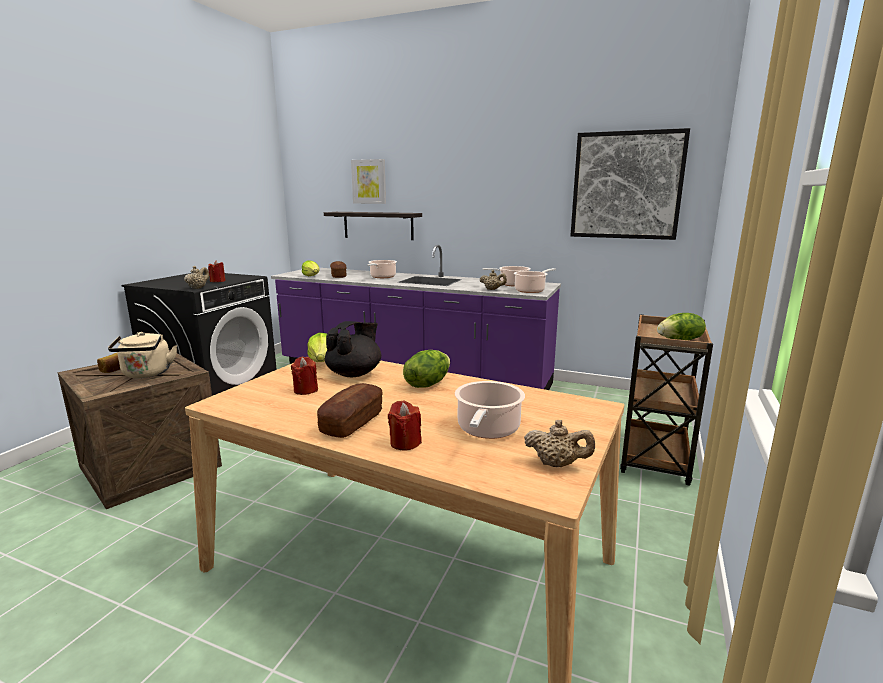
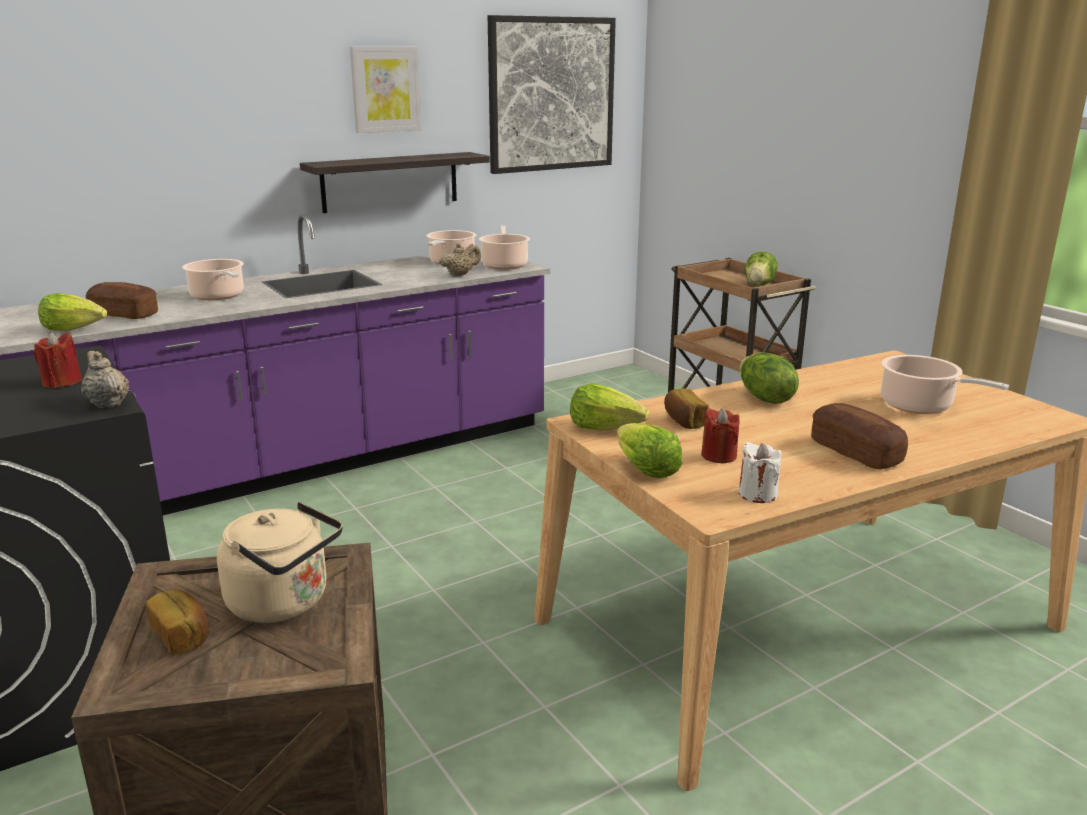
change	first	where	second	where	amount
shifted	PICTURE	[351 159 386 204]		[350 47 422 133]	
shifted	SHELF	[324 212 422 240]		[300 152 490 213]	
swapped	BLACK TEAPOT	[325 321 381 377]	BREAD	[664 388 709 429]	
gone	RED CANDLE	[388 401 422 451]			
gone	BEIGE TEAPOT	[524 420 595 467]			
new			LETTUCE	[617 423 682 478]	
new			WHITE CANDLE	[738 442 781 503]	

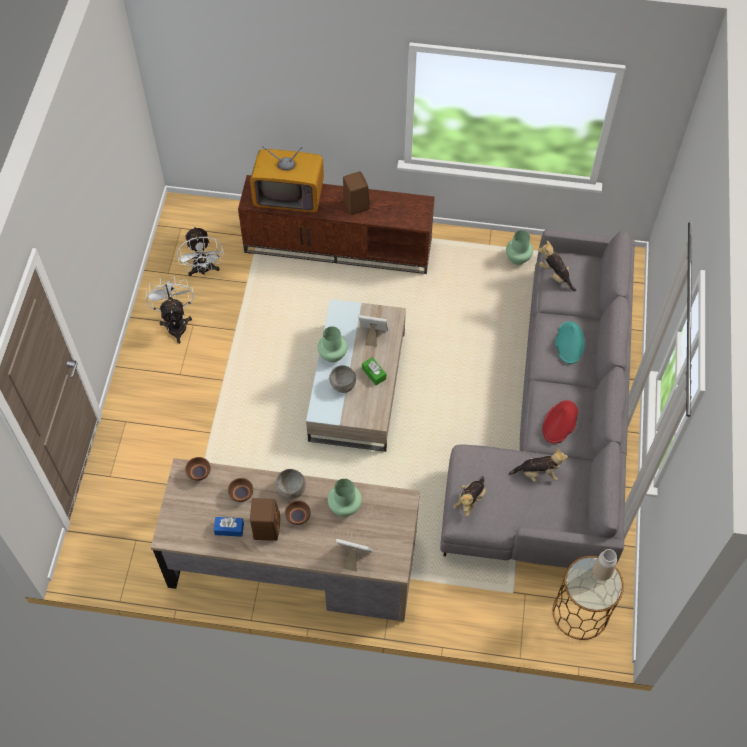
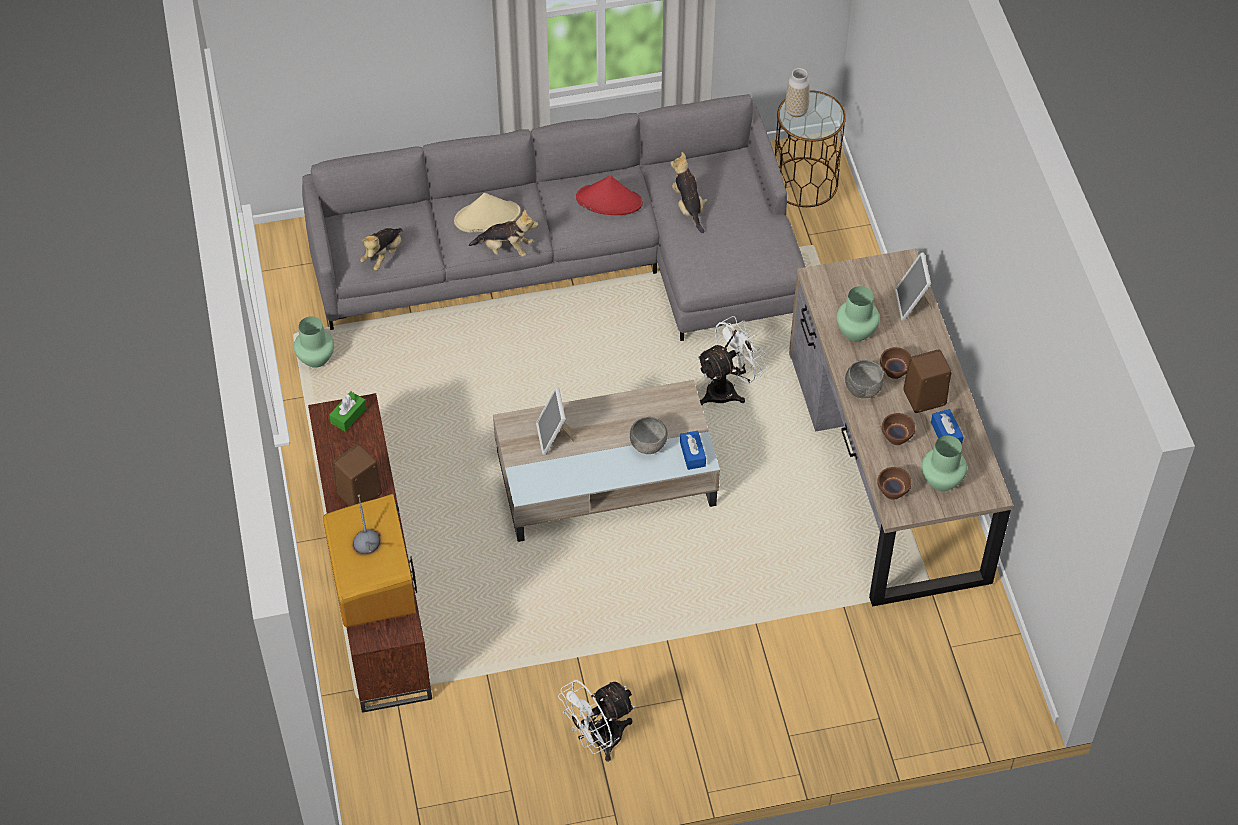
change	first	where	second	where	amount
shifted	WHITE FAN	[177 226 224 276]		[696 316 767 406]	
repainted	TURQUOISE HAT	[555 321 585 364]	BEIGE HAT	[454 193 521 233]	
shifted	GREEN VASE	[318 327 347 362]		[922 435 967 491]	
shifted	GREEN TISSUE BOX	[362 357 386 385]		[329 391 367 432]	
shifted	PLUSH TOY	[453 476 486 517]		[469 209 538 257]	
new			BLUE TISSUE BOX	[680 431 706 470]	

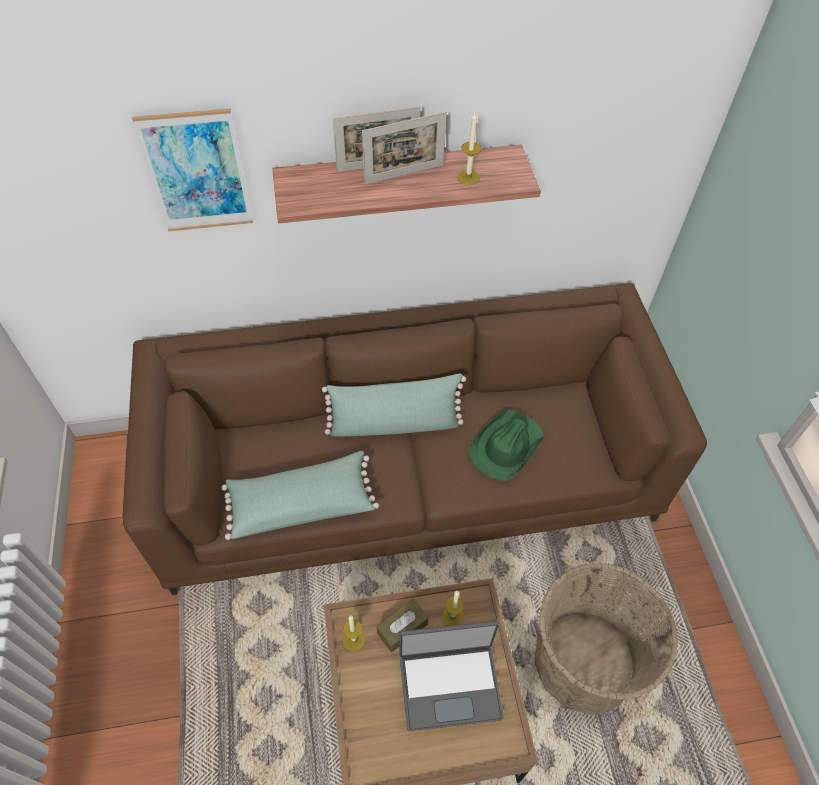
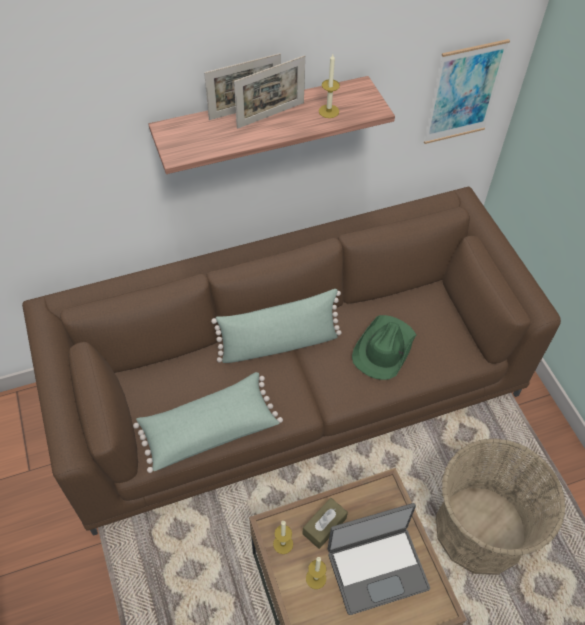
change	first	where	second	where	amount
shifted	PICTURE	[132 109 253 231]		[424 39 510 144]	
shifted	CANDLE	[442 591 464 626]		[306 557 326 589]	

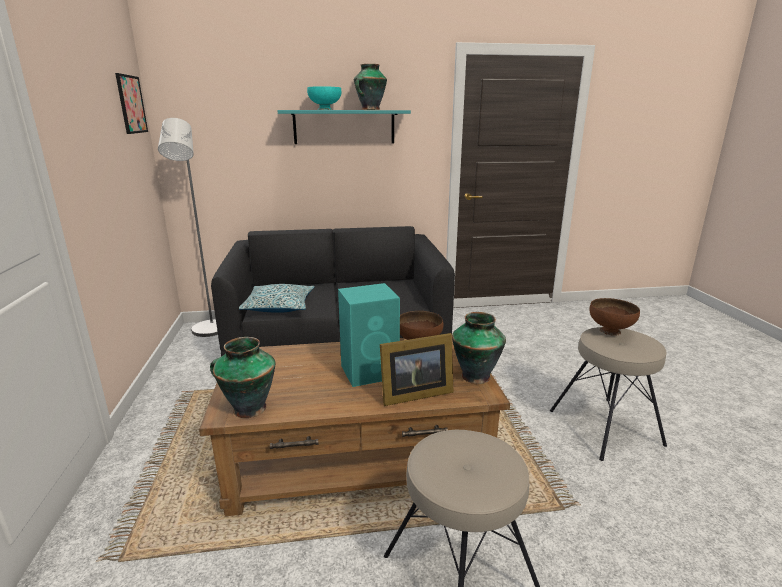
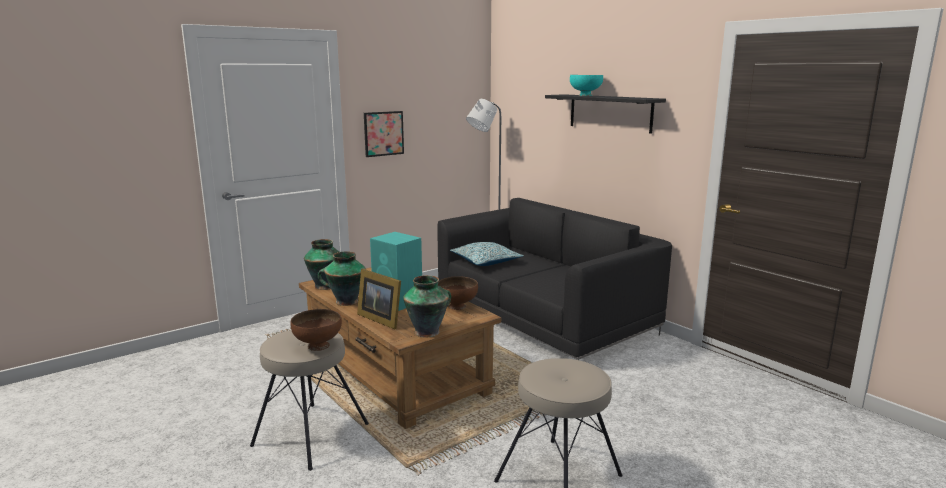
change	first	where	second	where	amount
shifted	VASE	[354 64 387 110]		[318 251 366 306]	
shifted	PICTURE	[115 73 148 134]		[364 111 404 157]	
repainted	TURQUOISE SHELF	[277 110 411 144]	BLACK SHELF	[545 94 666 134]	
shifted	BROWN BOWL	[590 298 640 336]		[290 309 342 351]	

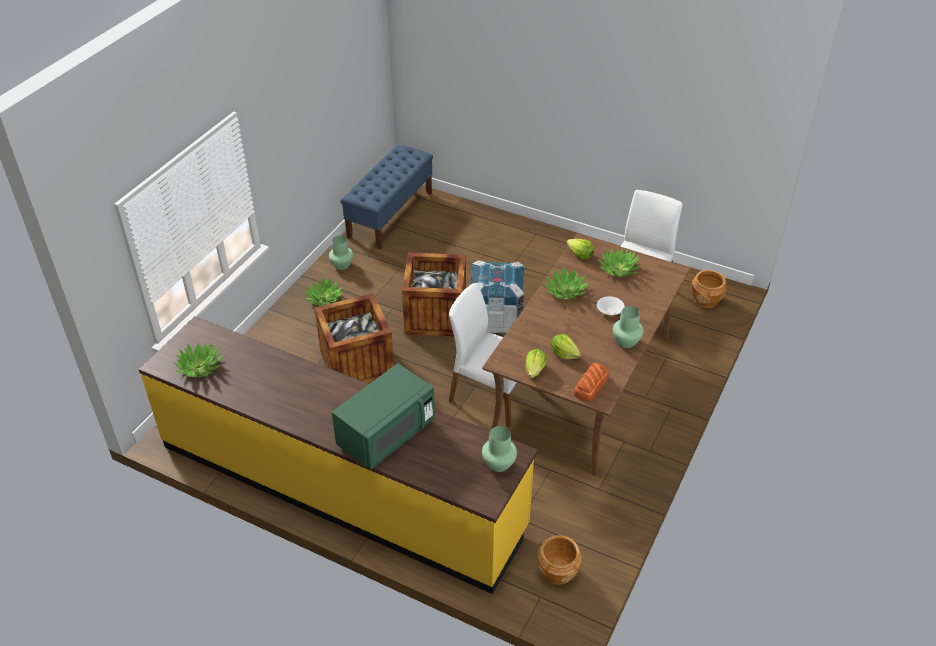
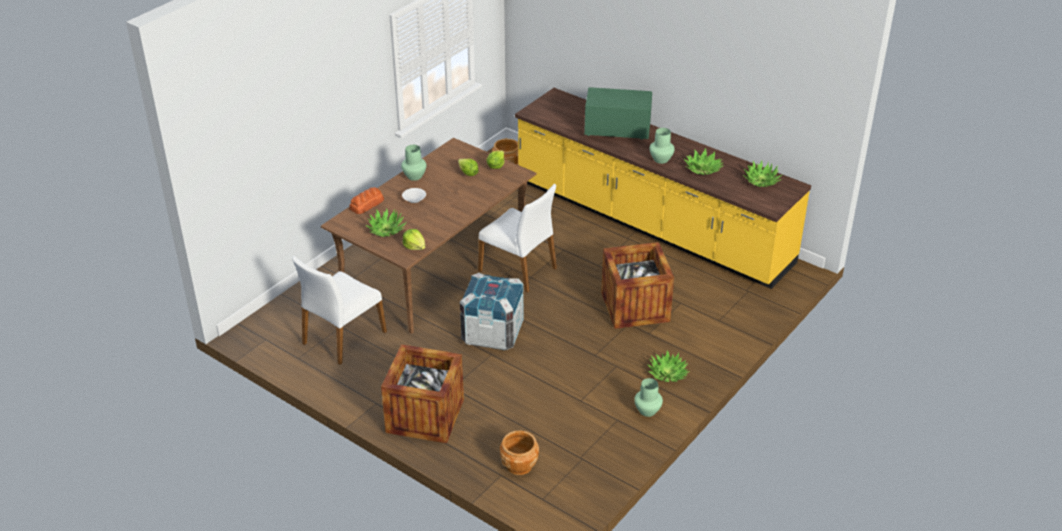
change	first	where	second	where	amount
gone	BLUE BENCH	[341 145 433 249]			
shifted	CRATE	[402 253 466 337]		[381 344 464 443]	
shifted	POTTED PLANT	[543 266 589 299]		[684 148 724 175]	
shifted	BROWN PLANTER	[691 270 727 308]		[500 430 539 475]	
rotated	GREEN MICROWAVE	[332 363 435 469]		[584 87 652 140]	45 degrees clockwise
shifted	BREAD	[573 363 609 402]		[349 187 384 214]	
shifted	GREEN VASE	[482 426 517 472]		[650 128 675 164]	

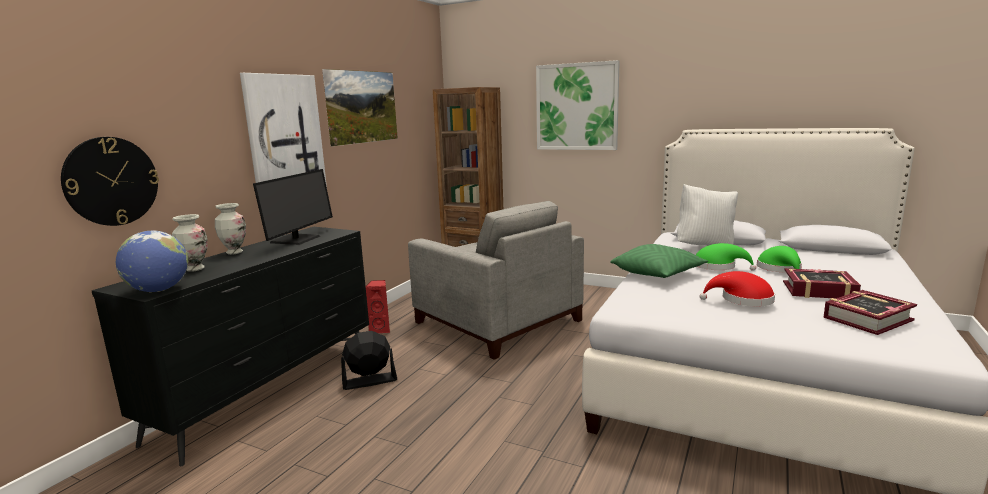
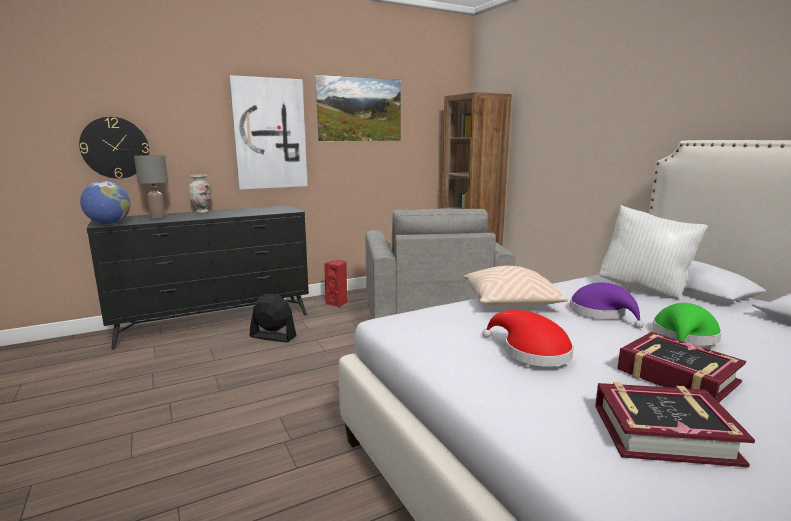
change	first	where	second	where	amount
gone	PICTURE	[536 60 620 150]			
gone	MONITOR	[253 169 333 245]			
swapped	VASE	[172 214 208 272]	GREY TABLE LAMP	[134 155 168 218]	
repainted	GREEN HAT	[696 243 756 271]	PURPLE HAT	[570 283 644 329]	
repainted	GREEN PILLOW	[610 244 708 278]	BEIGE PILLOW	[463 266 569 305]	

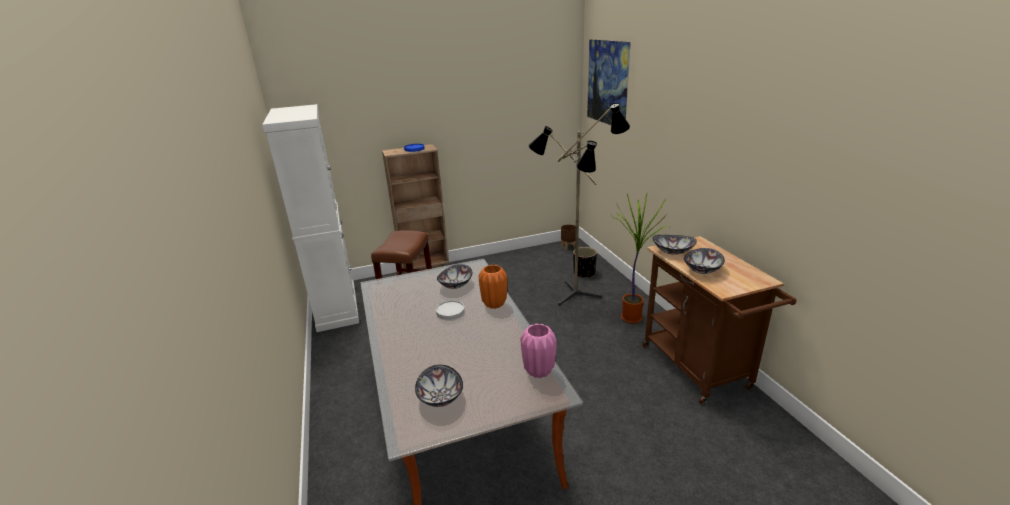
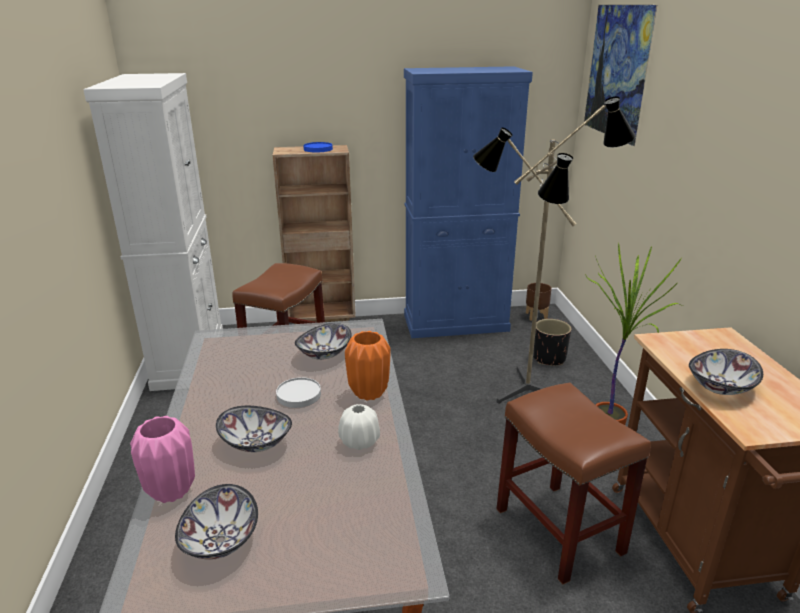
change	first	where	second	where	amount
shifted	BOWL	[652 235 697 255]		[216 406 292 452]	
shifted	PINK VASE	[520 324 557 378]		[130 416 195 503]	
new			BLUE CABINET	[404 66 533 338]	
new			BROWN STOOL	[496 382 651 584]	
new			WHITE VASE	[338 404 380 450]	

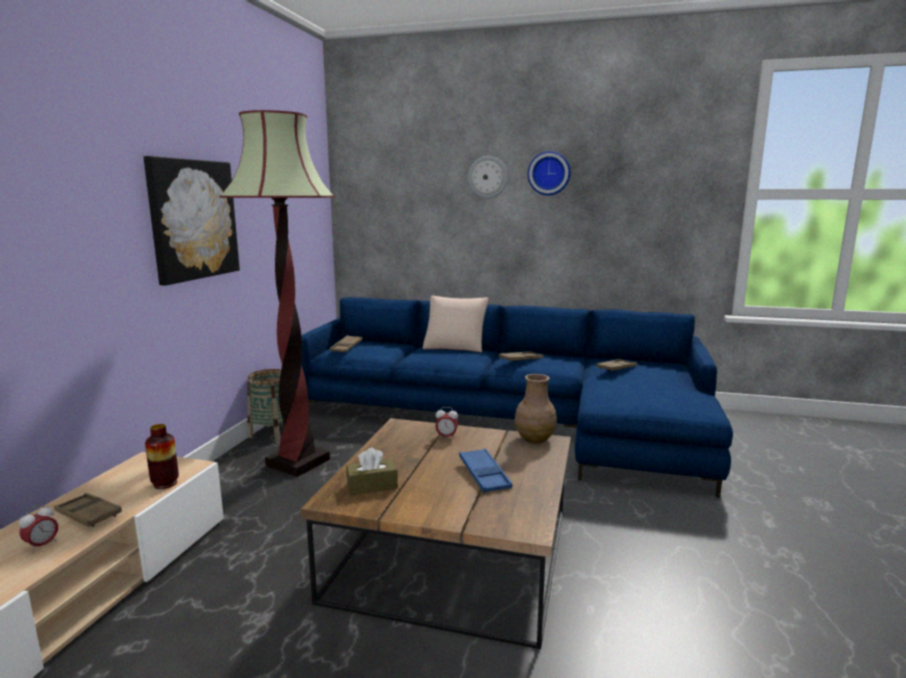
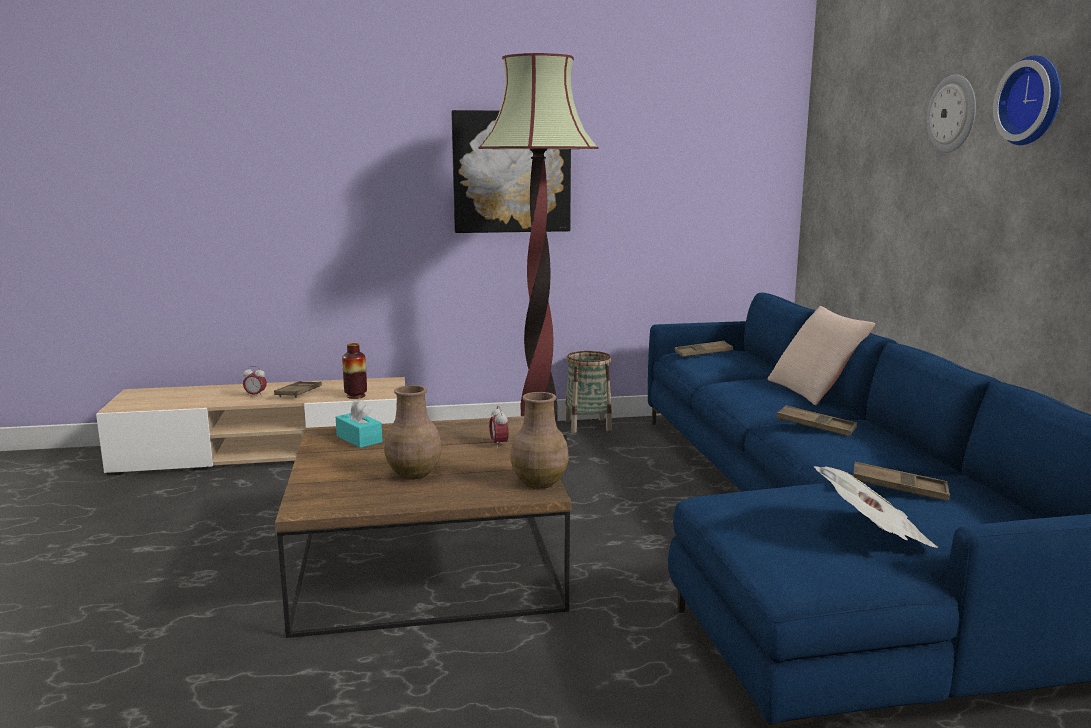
change	first	where	second	where	amount
repainted	BROWN TISSUE BOX	[346 448 398 495]	TURQUOISE TISSUE BOX	[336 399 383 448]	
swapped	BLUE TRAY	[459 448 512 492]	BROWN VASE	[384 385 442 479]	
new			NEWSPAPER	[814 466 938 548]	

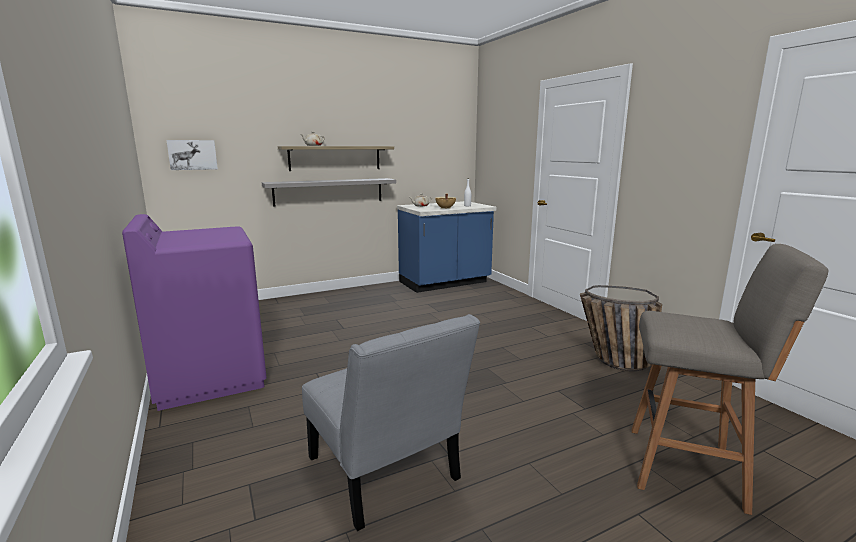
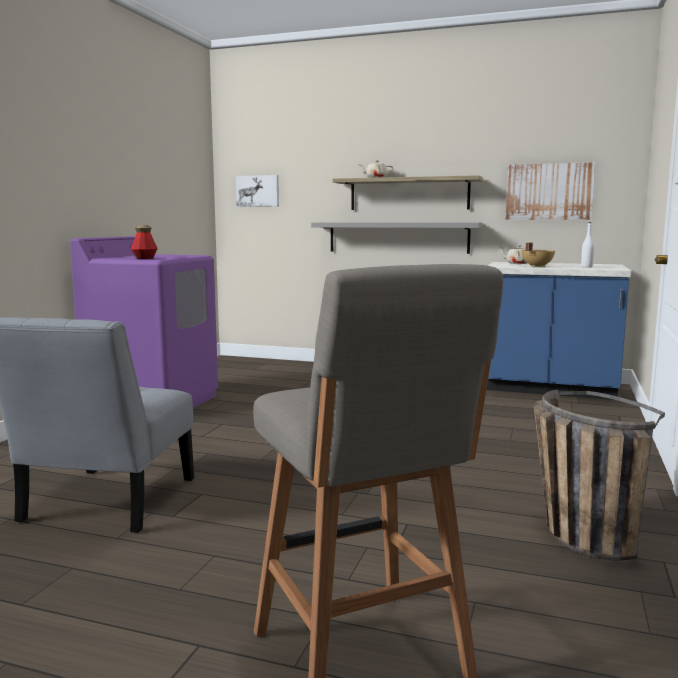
change	first	where	second	where	amount
new			PICTURE	[506 162 595 220]	
new			BOTTLE	[131 225 158 259]	

